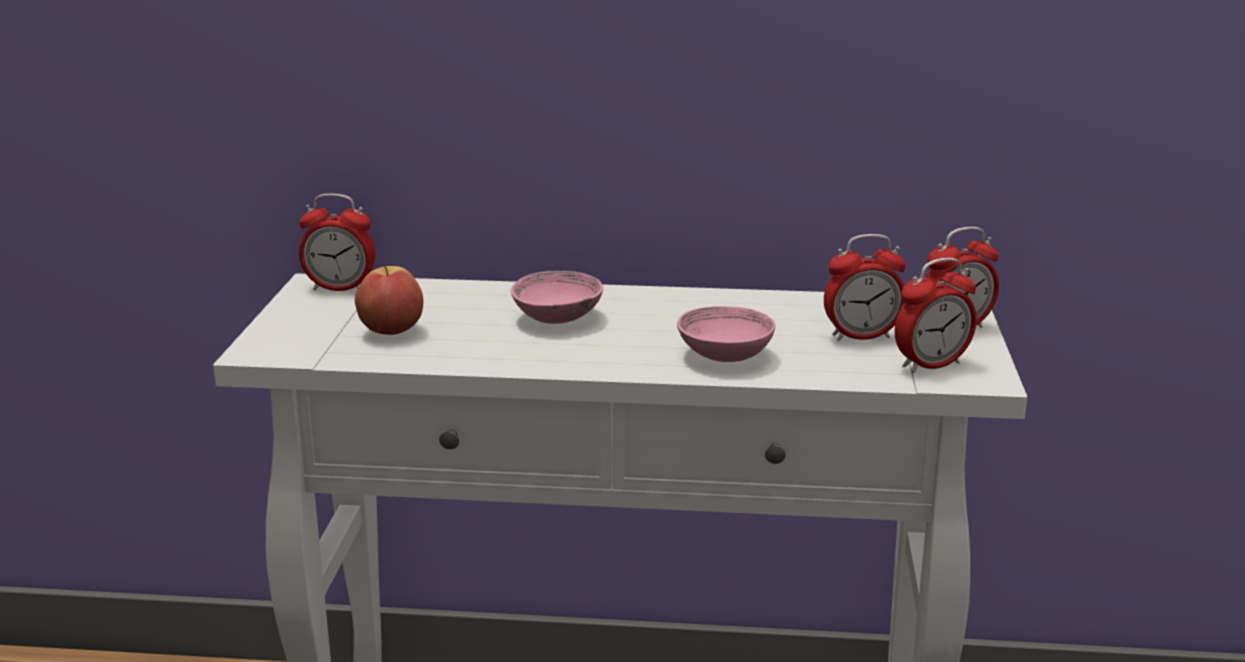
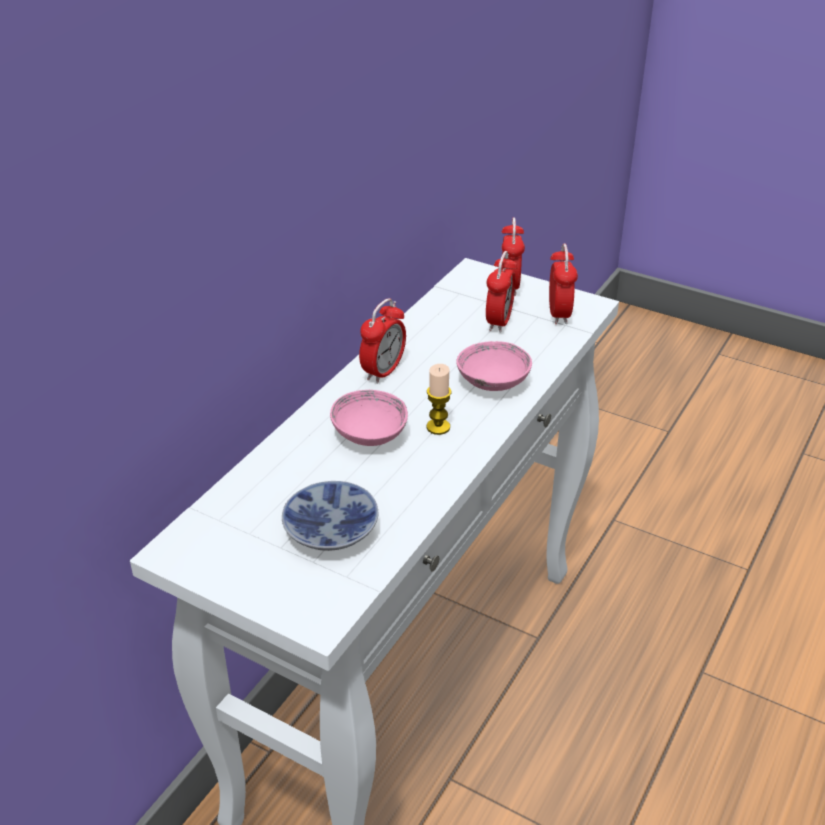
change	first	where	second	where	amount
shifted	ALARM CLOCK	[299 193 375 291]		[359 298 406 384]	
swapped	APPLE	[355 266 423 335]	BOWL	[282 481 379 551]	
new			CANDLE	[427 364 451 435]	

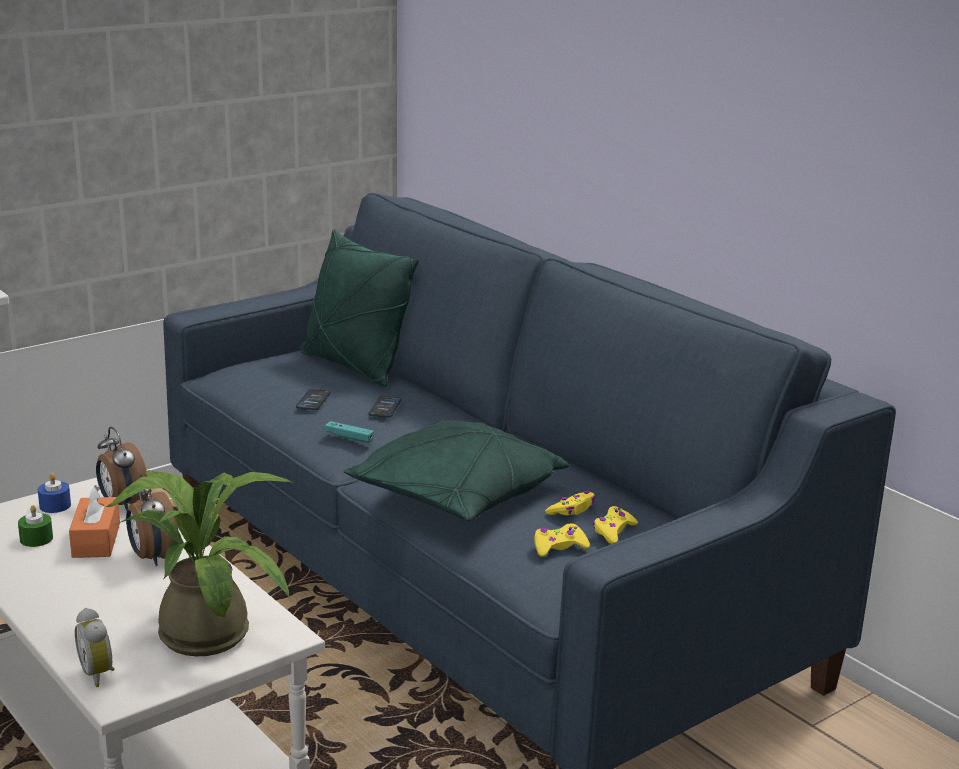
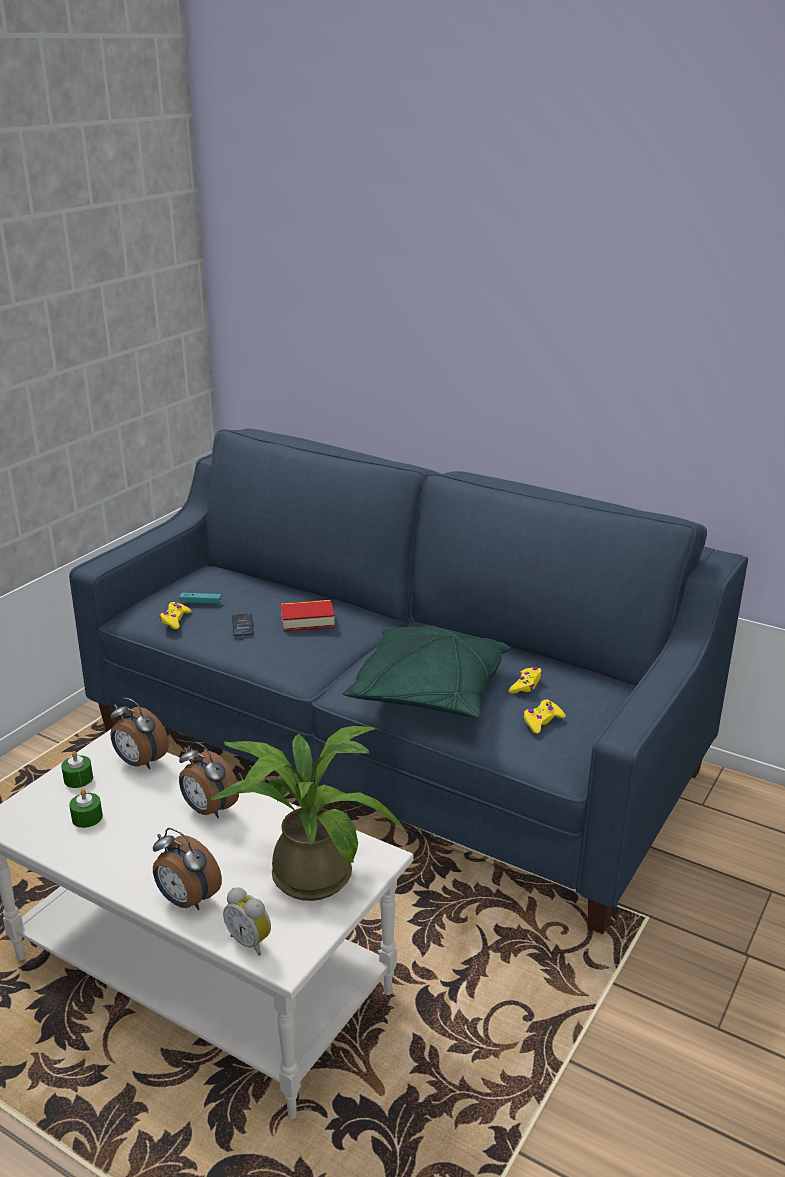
change	first	where	second	where	amount
gone	GREEN PILLOW	[300 229 419 387]			
swapped	PHONE	[369 396 402 418]	BOOK	[280 600 335 631]	
shifted	TURQUOISE GAME CONTROLLER	[325 421 374 443]		[179 593 221 604]	
repainted	BLUE CANDLE	[38 473 71 513]	GREEN CANDLE	[61 751 93 788]	
gone	ORANGE TISSUE BOX	[69 485 120 558]			
shifted	YELLOW GAME CONTROLLER	[593 506 638 544]		[159 602 191 629]	
new			ALARM CLOCK	[153 828 222 910]	

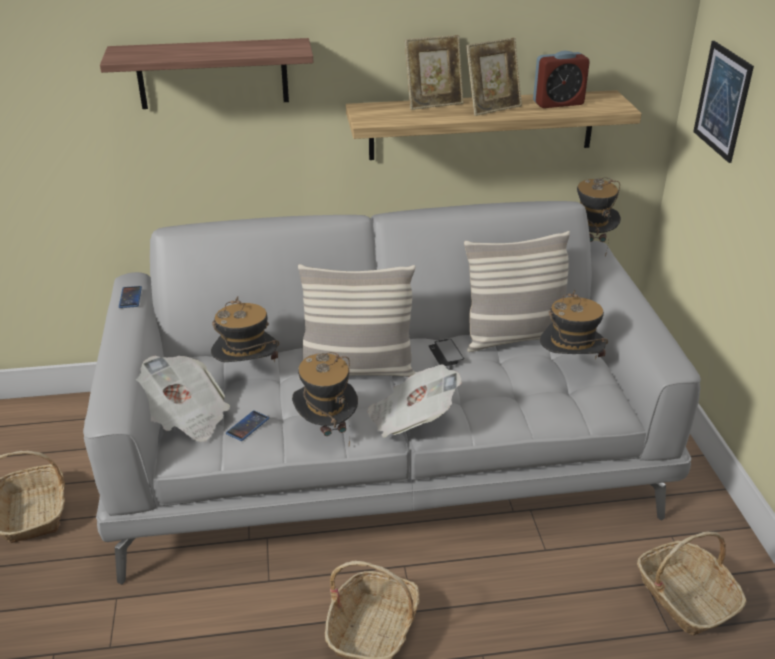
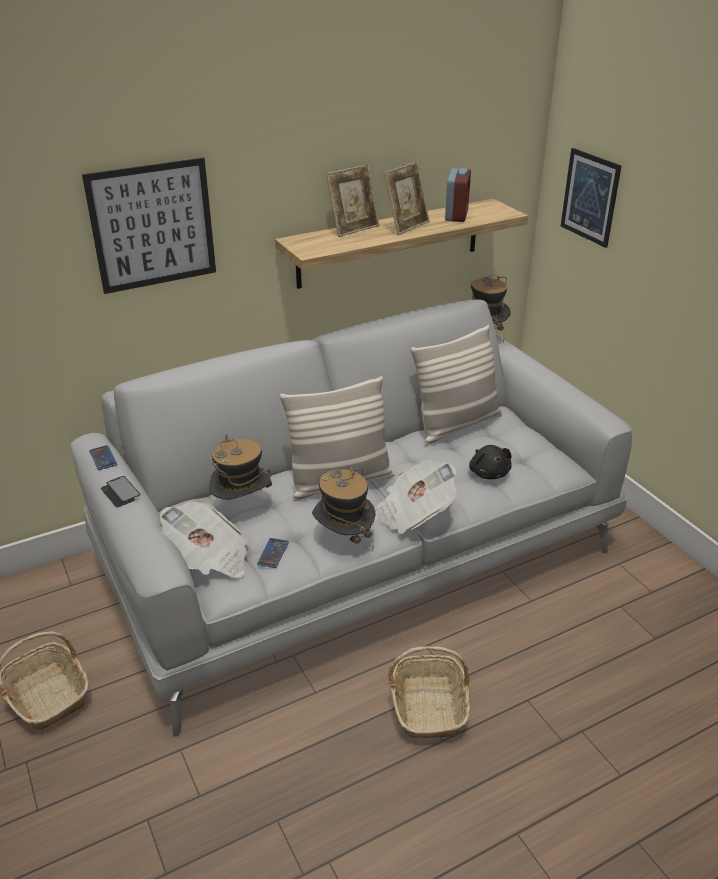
change	first	where	second	where	amount
swapped	SHELF	[100 38 313 109]	PICTURE	[82 158 216 294]	
rotated	ALARM CLOCK	[533 51 590 108]		[445 168 471 222]	45 degrees counterclockwise
gone	HAT	[540 290 608 360]			
shifted	PHONE	[429 339 464 366]		[101 476 140 507]	
gone	BASKET	[637 531 747 636]			
new			BLACK PLUSH TOY	[469 445 512 479]	

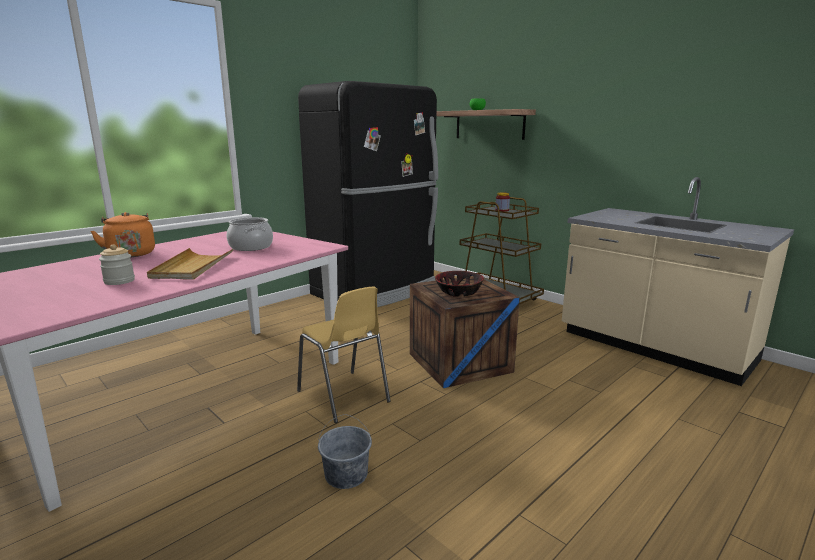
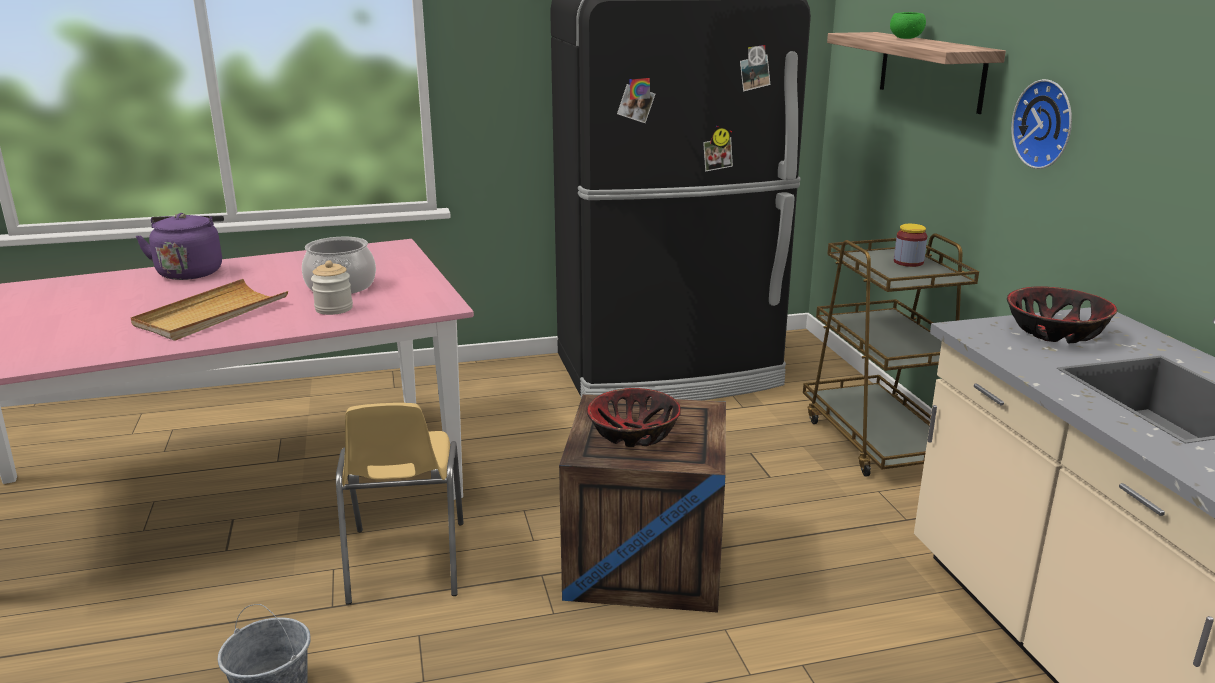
change	first	where	second	where	amount
repainted	ORANGE KETTLE	[91 212 155 257]	PURPLE KETTLE	[136 213 224 280]	
shifted	JAR	[99 245 135 285]		[311 260 353 315]	
new			WALL CLOCK	[1011 79 1072 169]	
new			BOWL	[1007 286 1117 343]	

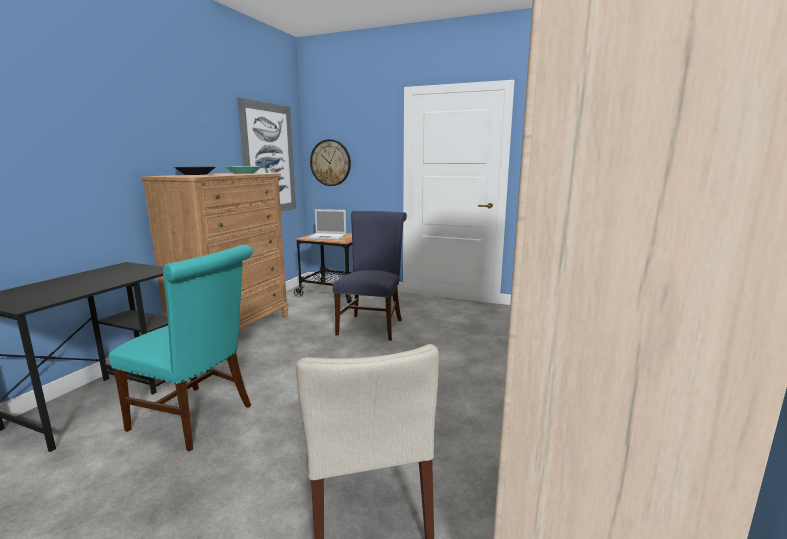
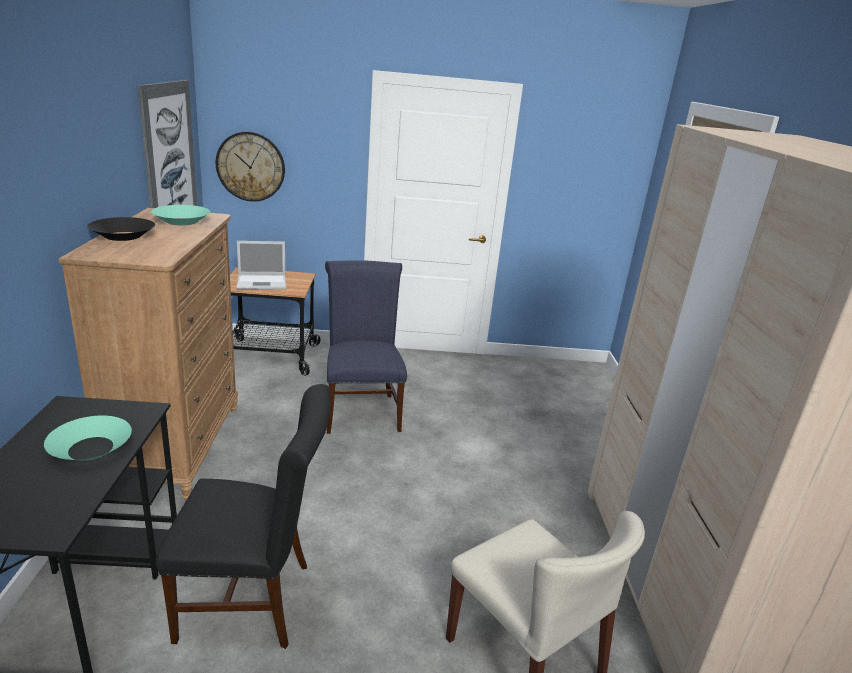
change	first	where	second	where	amount
repainted	TURQUOISE CHAIR	[109 245 253 452]	BLACK CHAIR	[155 384 330 649]	
new			TURQUOISE BOWL	[44 416 132 461]	

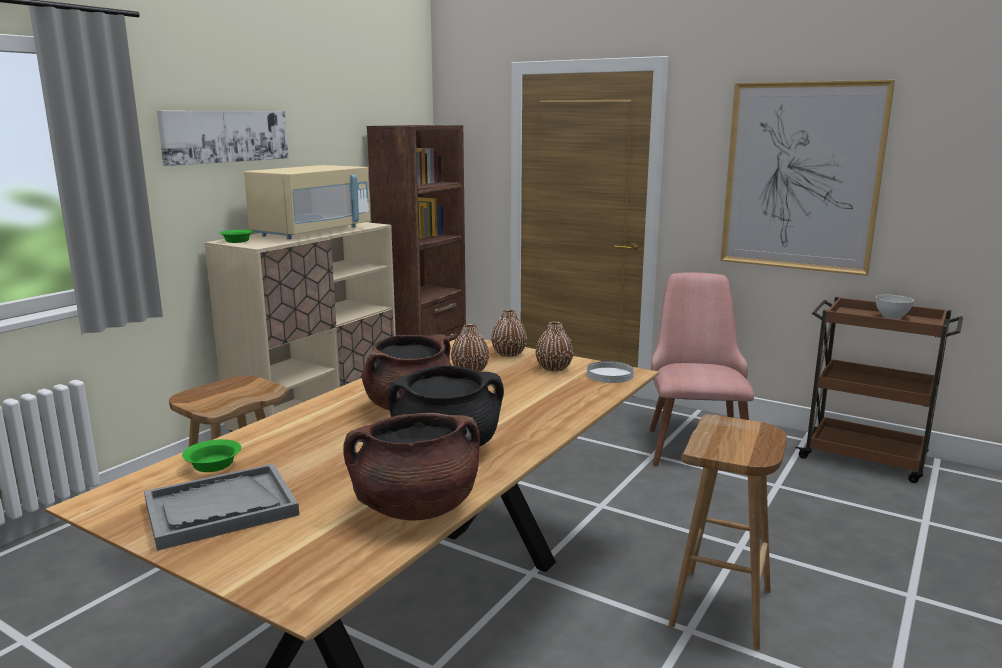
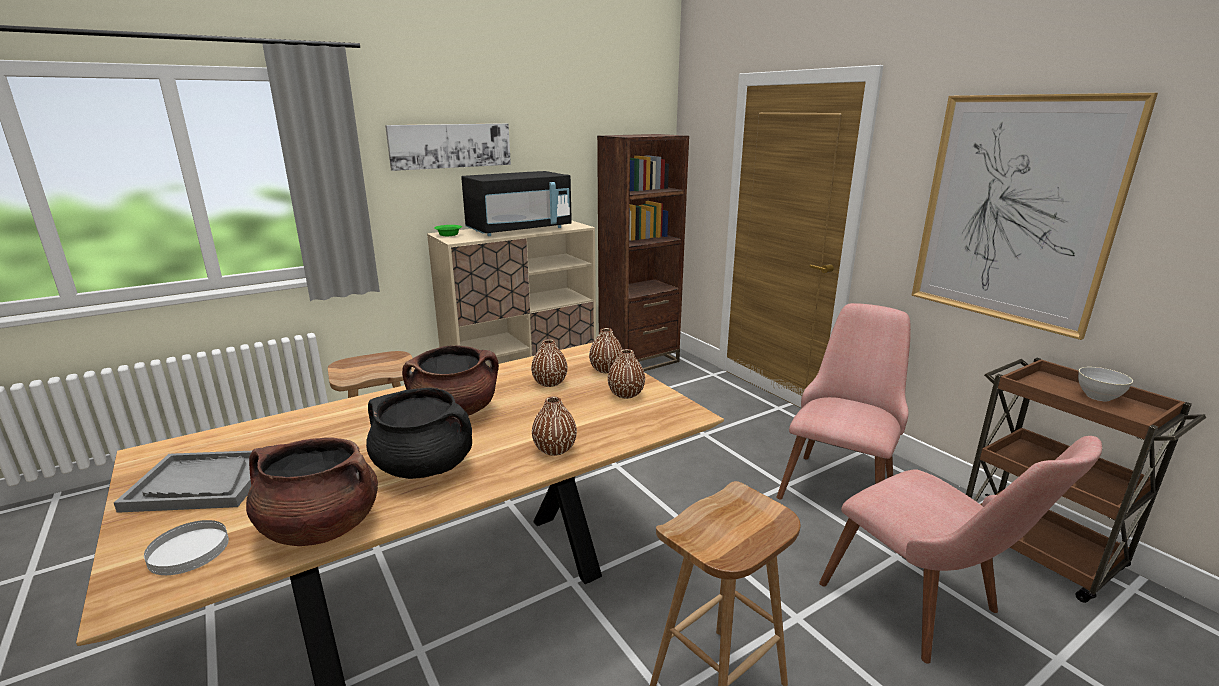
change	first	where	second	where	amount
repainted	BEIGE MICROWAVE	[244 165 370 239]	BLACK MICROWAVE	[461 171 572 236]	
shifted	WHITE PLATE	[587 361 634 383]		[144 520 229 575]	
gone	GREEN BOWL	[182 439 241 472]			
new			BROWN VASE	[532 396 577 456]	
new			PINK CHAIR	[819 436 1102 664]	

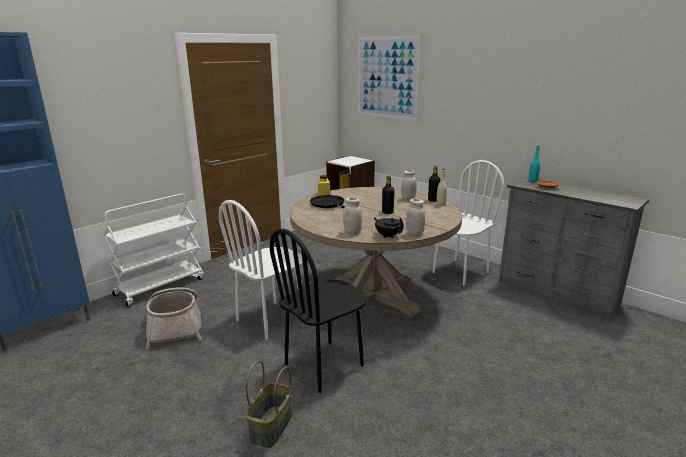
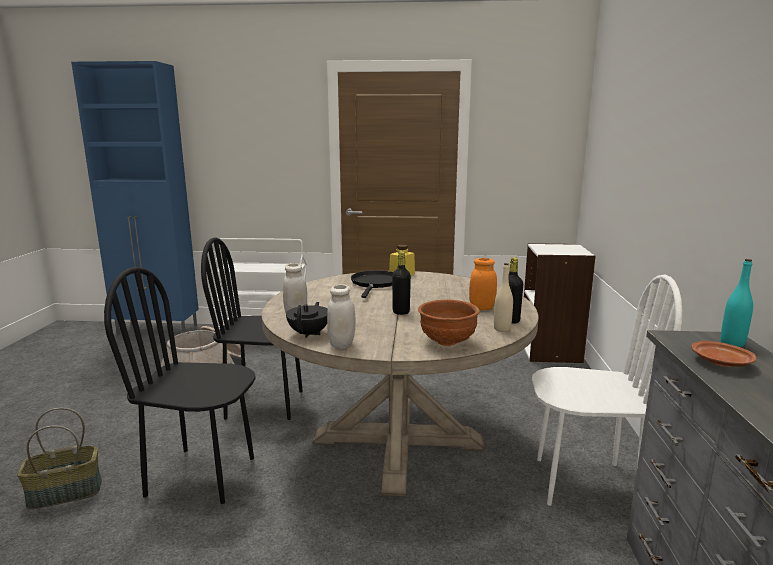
change	first	where	second	where	amount
gone	PICTURE	[358 35 421 121]			
repainted	WHITE JAR	[401 170 417 200]	ORANGE JAR	[469 258 497 310]	
repainted	WHITE CHAIR	[219 200 303 340]	BLACK CHAIR	[201 237 303 420]	
new			BROWN BOWL	[418 300 480 346]	

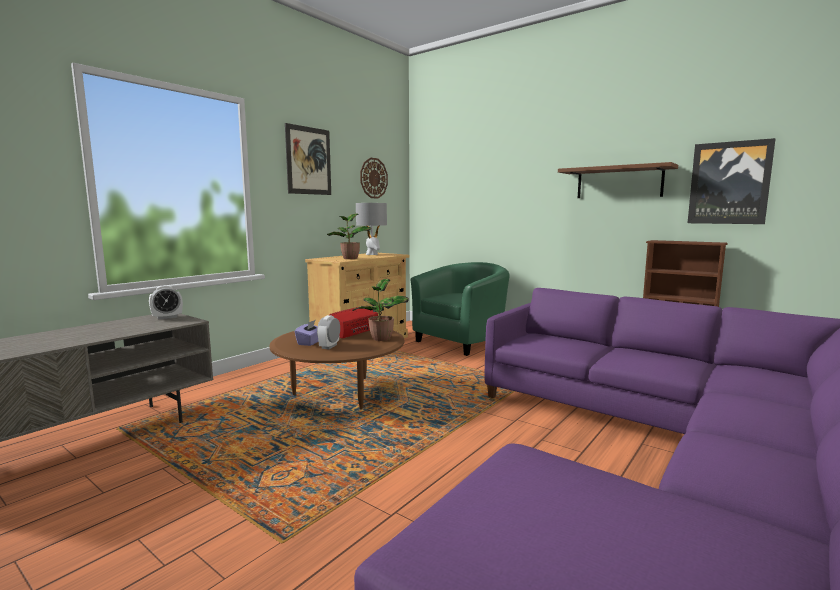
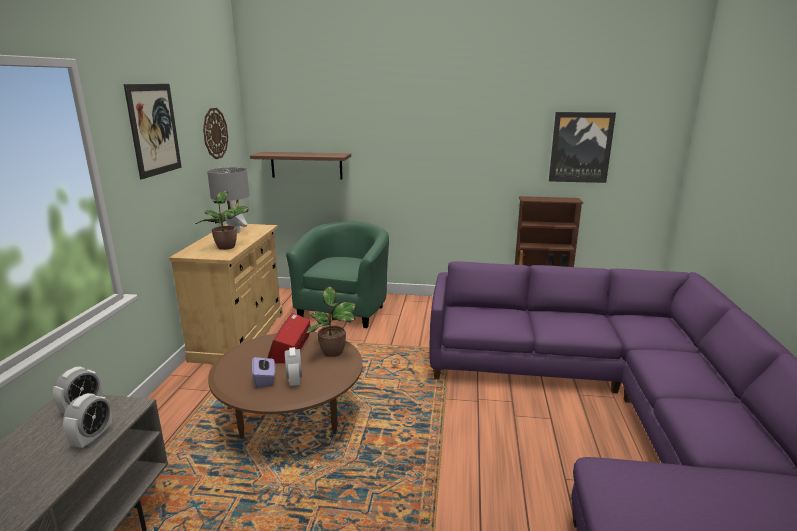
change	first	where	second	where	amount
shifted	BROWN SHELF	[558 162 678 198]		[250 152 351 179]	
new			ALARM CLOCK	[63 393 112 448]	

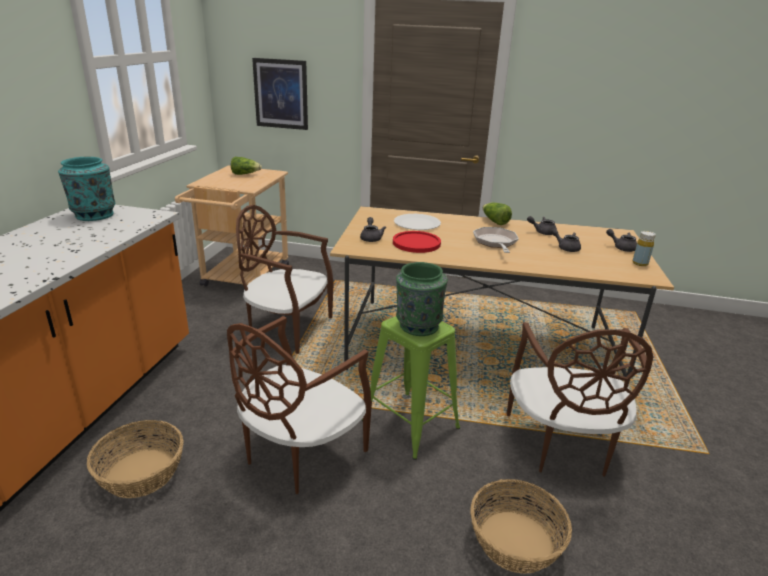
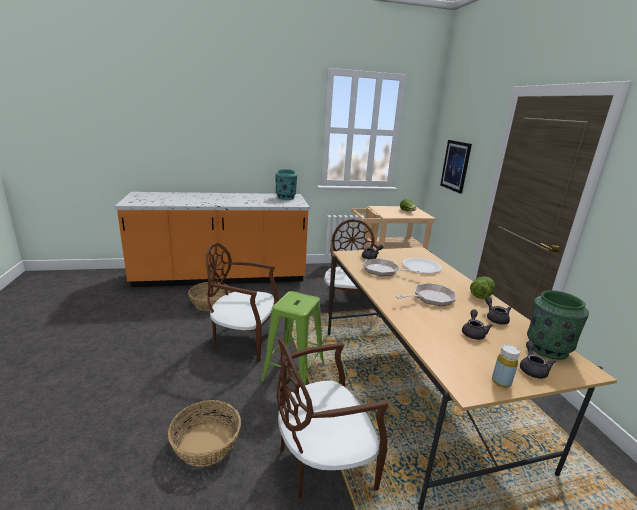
change	first	where	second	where	amount
swapped	RED PLATE	[393 231 441 253]	FRYING PAN	[363 258 423 276]	
shifted	GREEN VASE	[396 262 448 336]		[527 290 589 360]	

